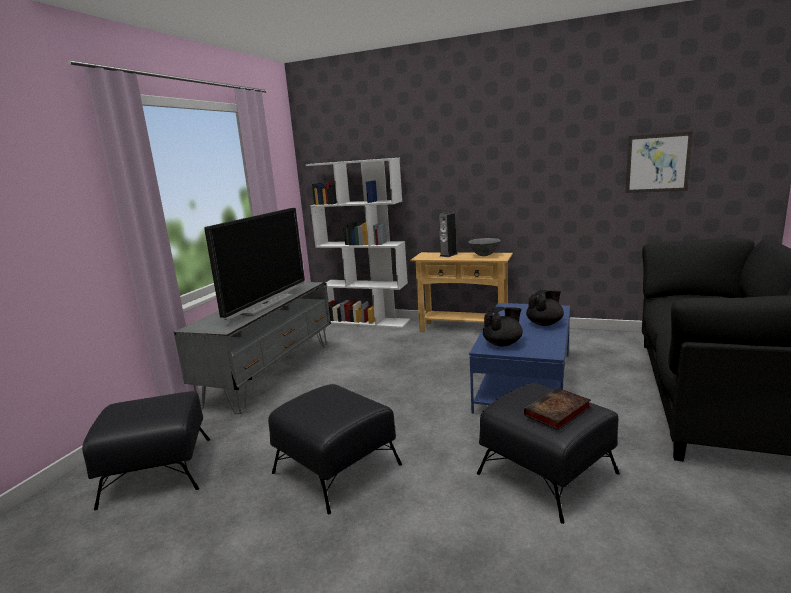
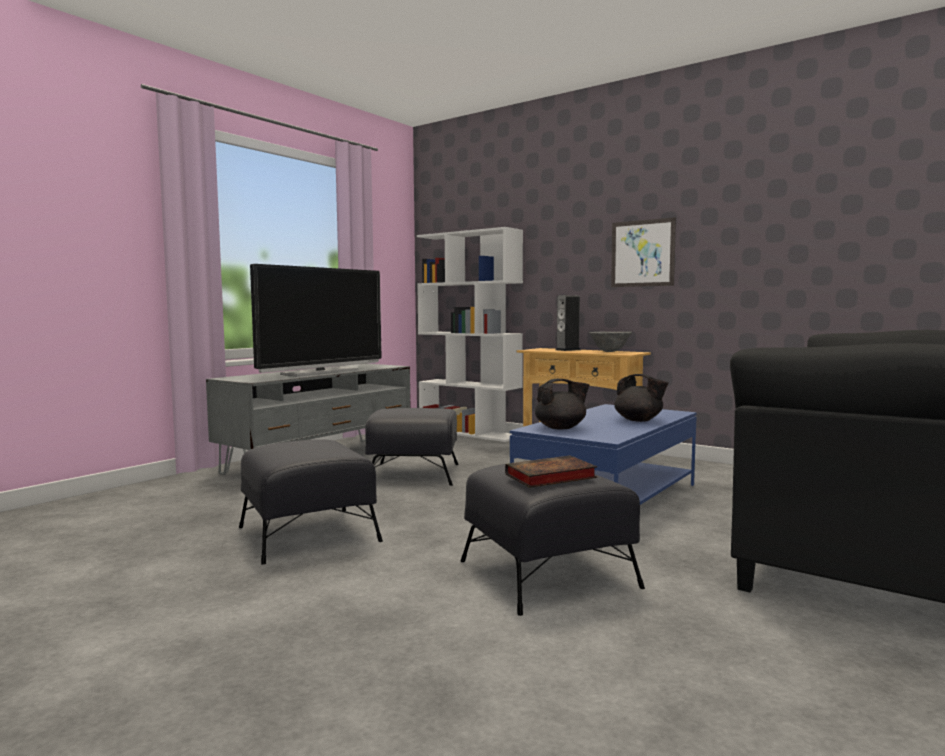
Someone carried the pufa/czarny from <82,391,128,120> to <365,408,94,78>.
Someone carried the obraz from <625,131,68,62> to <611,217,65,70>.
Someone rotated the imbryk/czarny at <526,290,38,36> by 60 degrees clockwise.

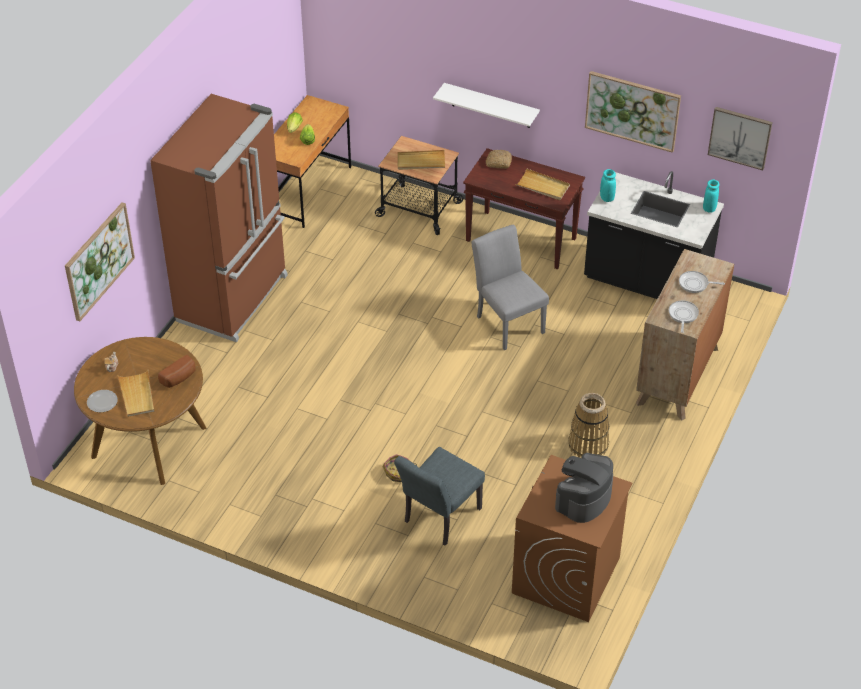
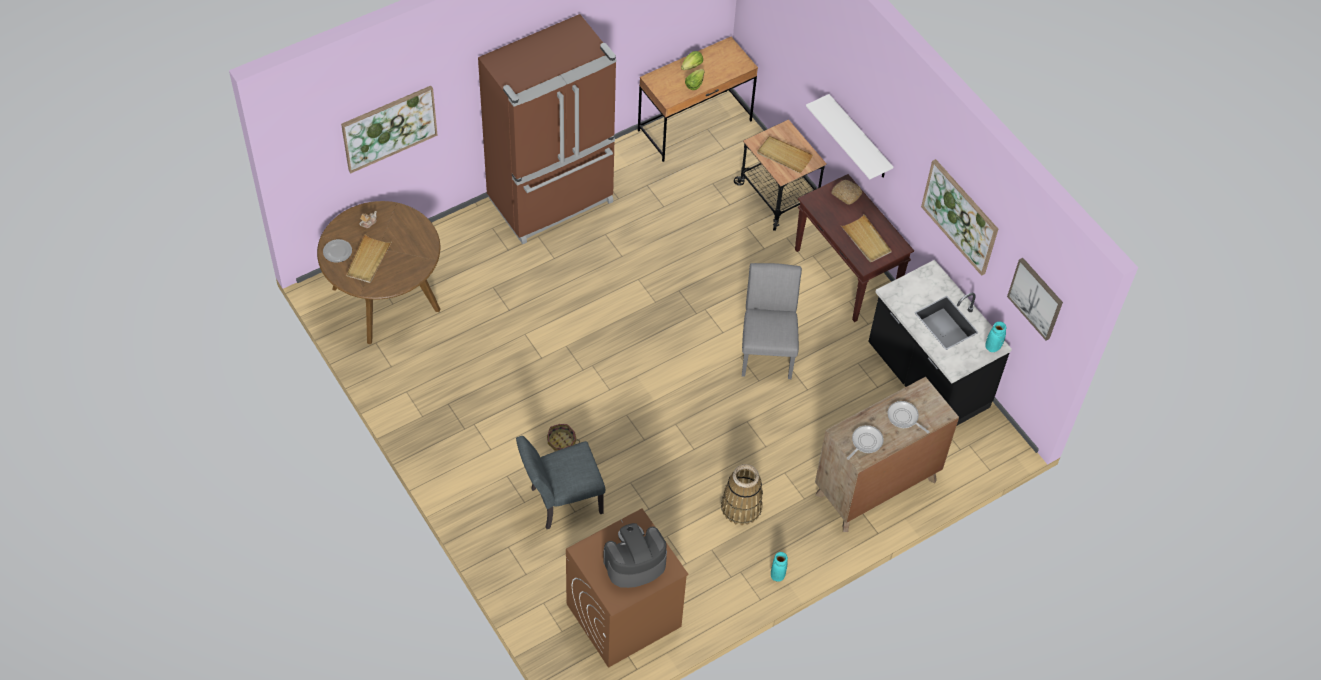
Someone carried the wazon/turkusowy from <600,169,16,33> to <771,552,17,30>.
Someone took away the chleb at <158,355,38,33>.

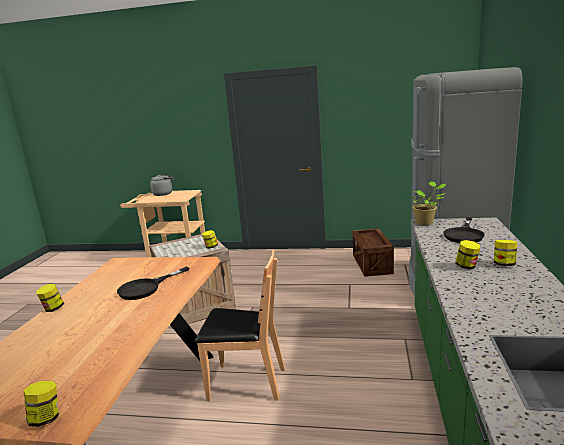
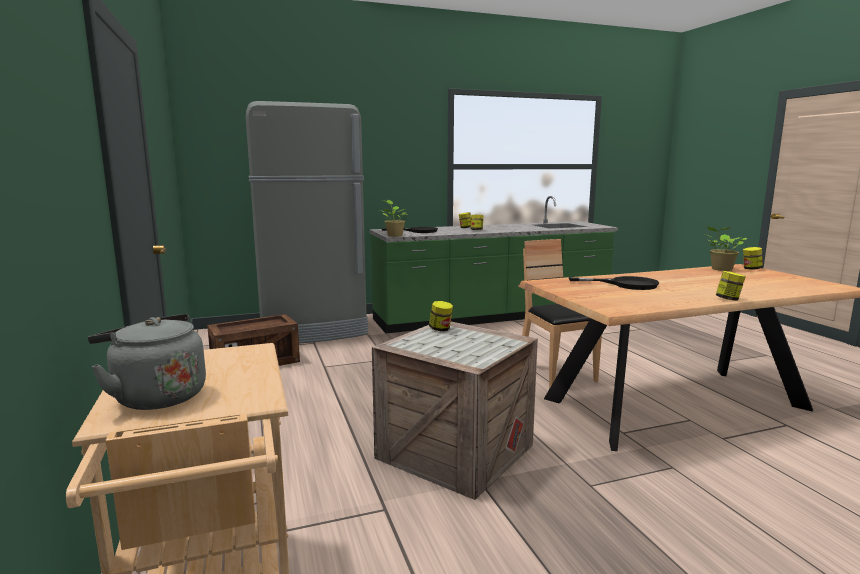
Someone put down the roślina doniczkowa at <704,227,43,44>.

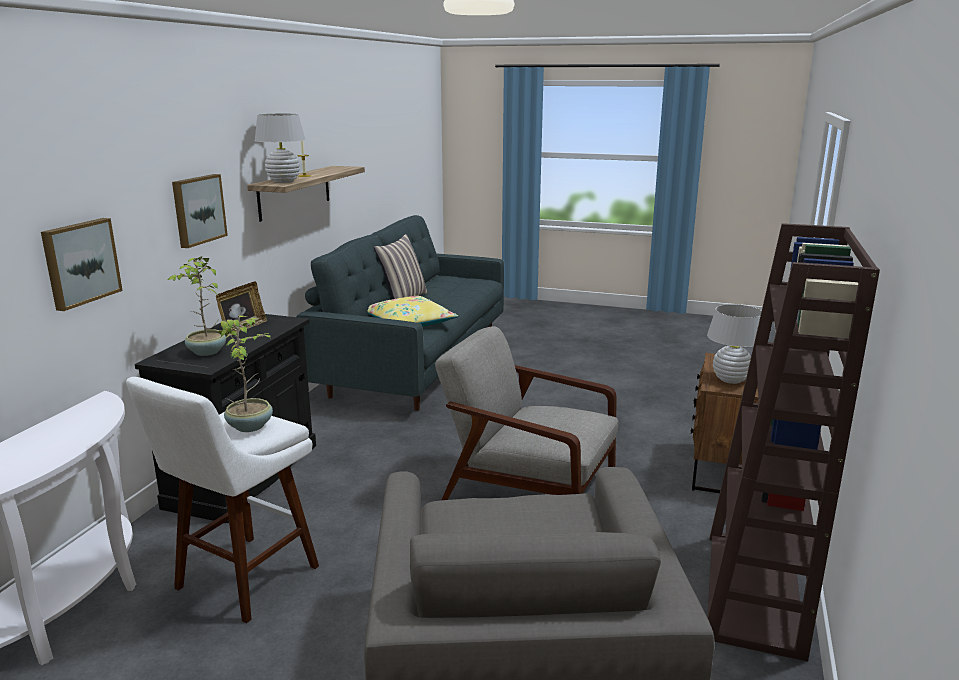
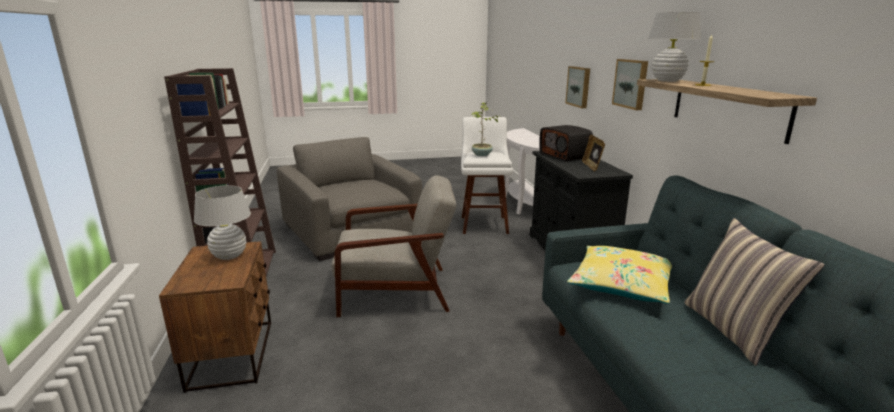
Someone swapped the roślina doniczkowa at <168,256,58,100> for the radio at <539,125,54,37>.

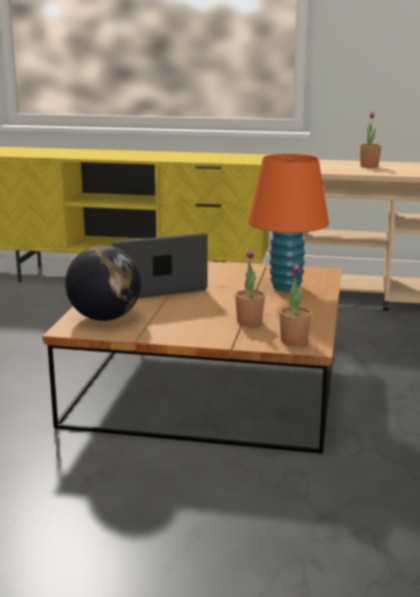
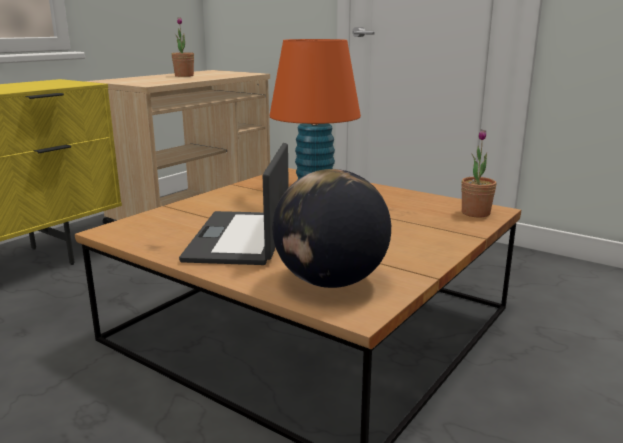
Someone took away the roślina doniczkowa at <235,250,30,77>.

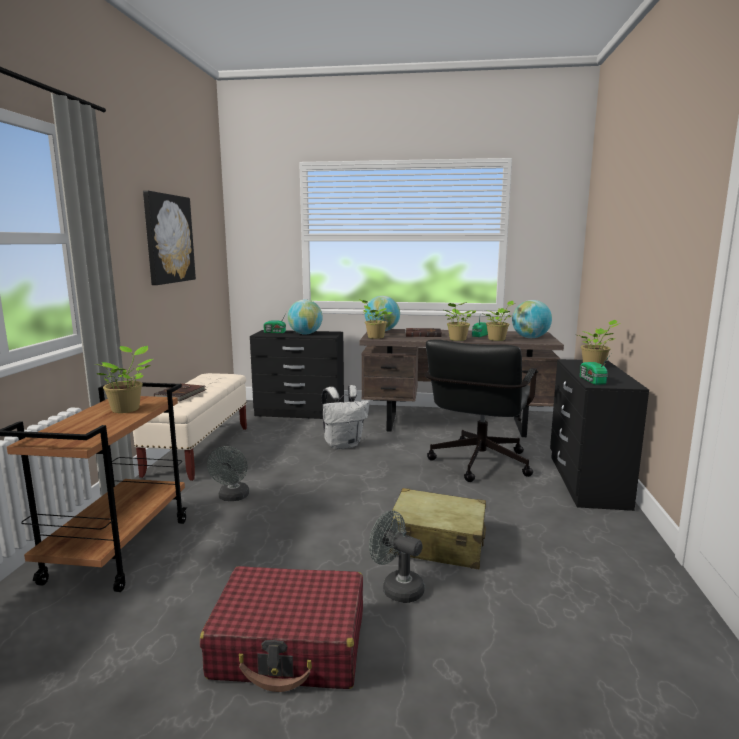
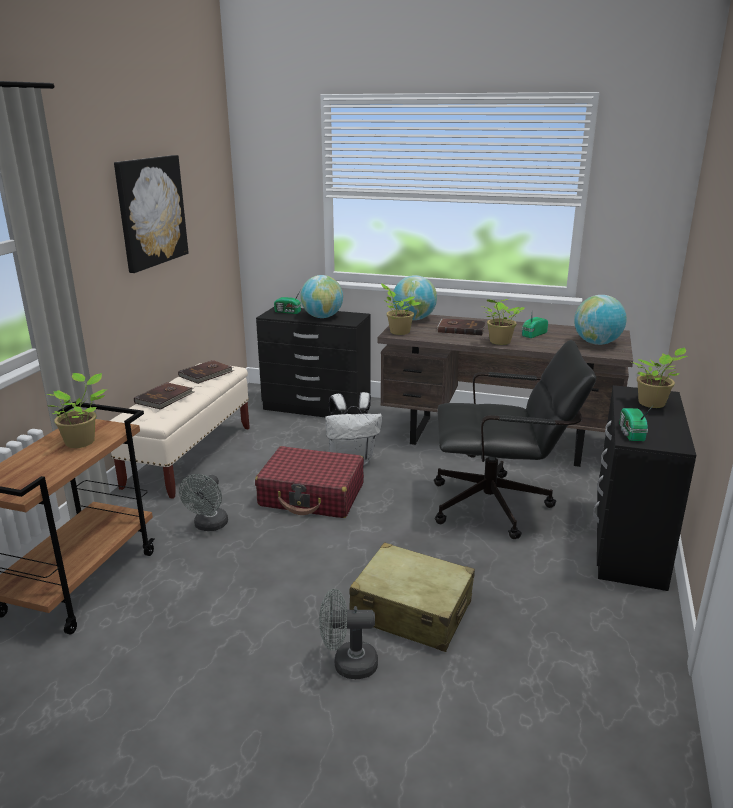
Someone put down the książka/brązowy at <178,360,56,24>.
Someone carried the walizka/czerwony from <200,566,163,126> to <255,446,109,72>.
Someone rotated the wentylator/szary at <369,510,56,93> by 45 degrees counterclockwise.
Someone rotated the krzesło biurowe/czarny at <426,339,111,143> by 120 degrees counterclockwise.
Someone took away the roślina doniczkowa at <485,301,30,40>.

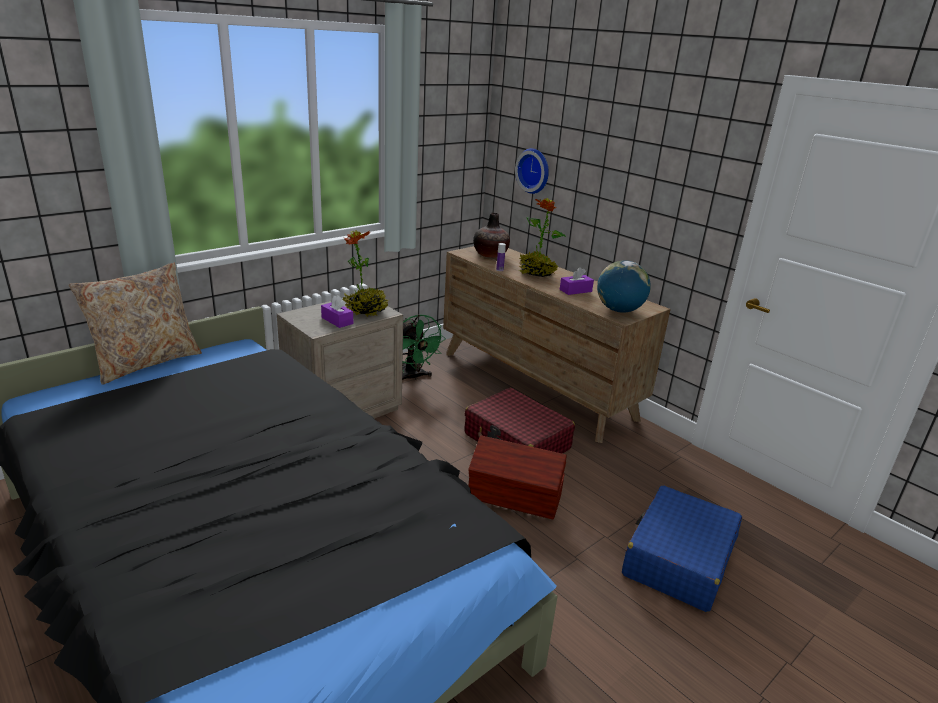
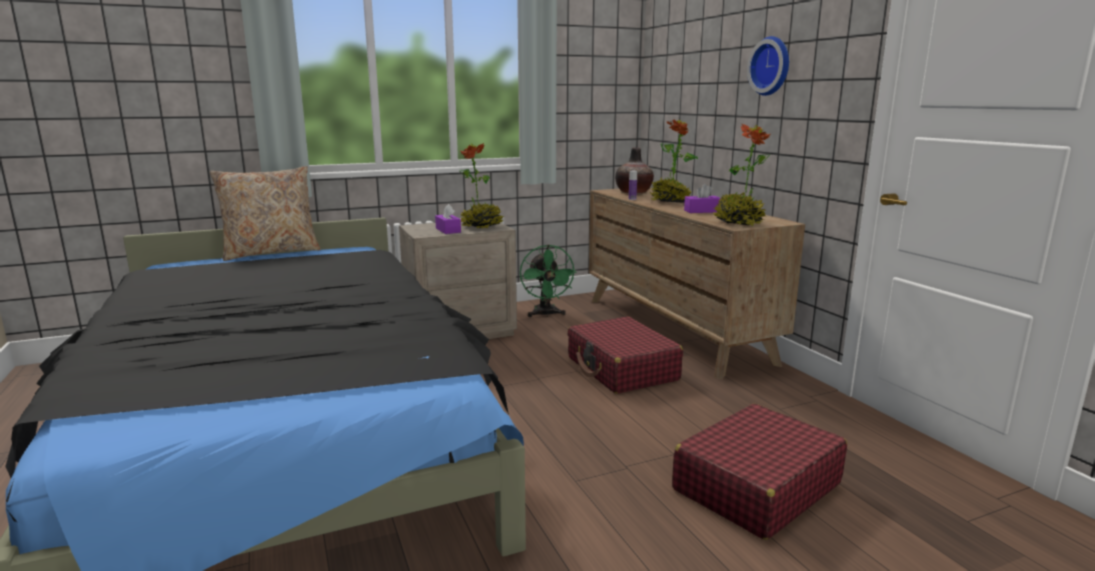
Someone repainted the walizka/niebieski at <622,485,120,127>, which became the walizka/czerwony at <672,404,175,136>.
Someone swapped the globus at <597,260,54,53> for the roślina doniczkowa at <712,124,58,102>.
Someone carried the zegar ścienny from <515,148,34,46> to <747,36,42,60>.
Someone took away the pojemnik do przechowywania/brązowy at <468,435,98,85>.

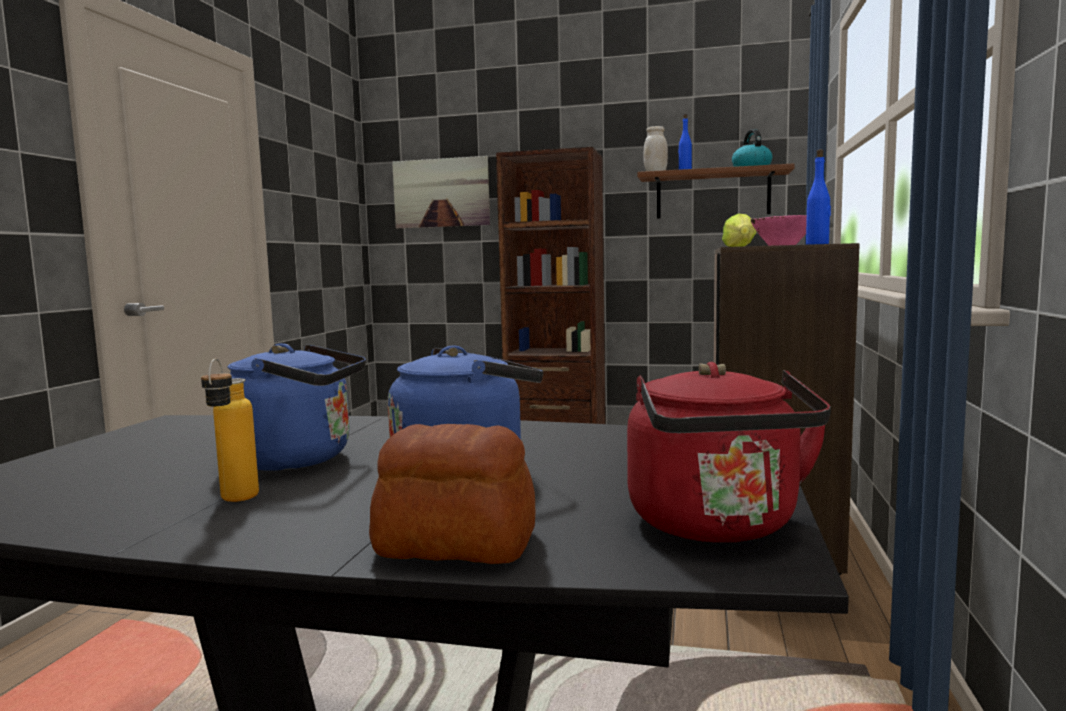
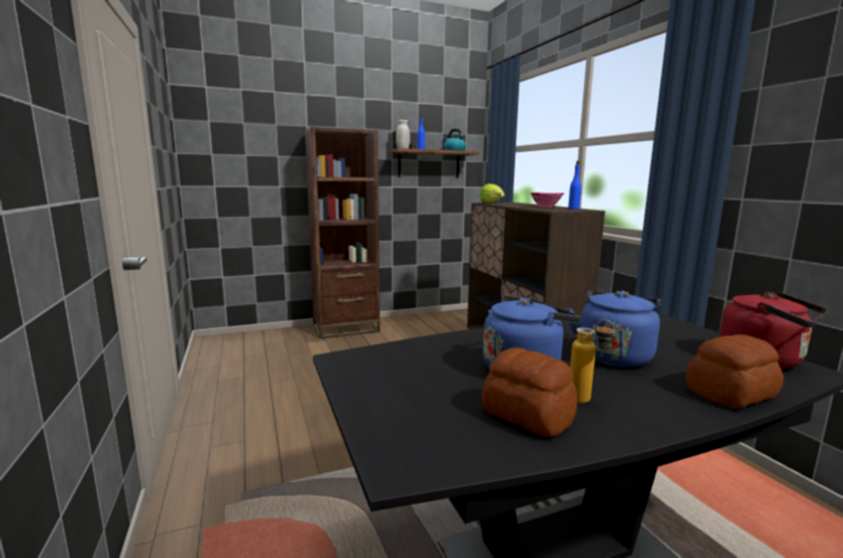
Someone put down the chleb at <482,347,95,90>.
Someone took away the obraz at <392,156,98,72>.

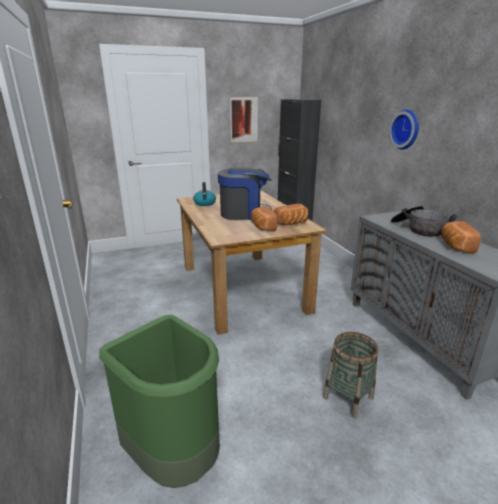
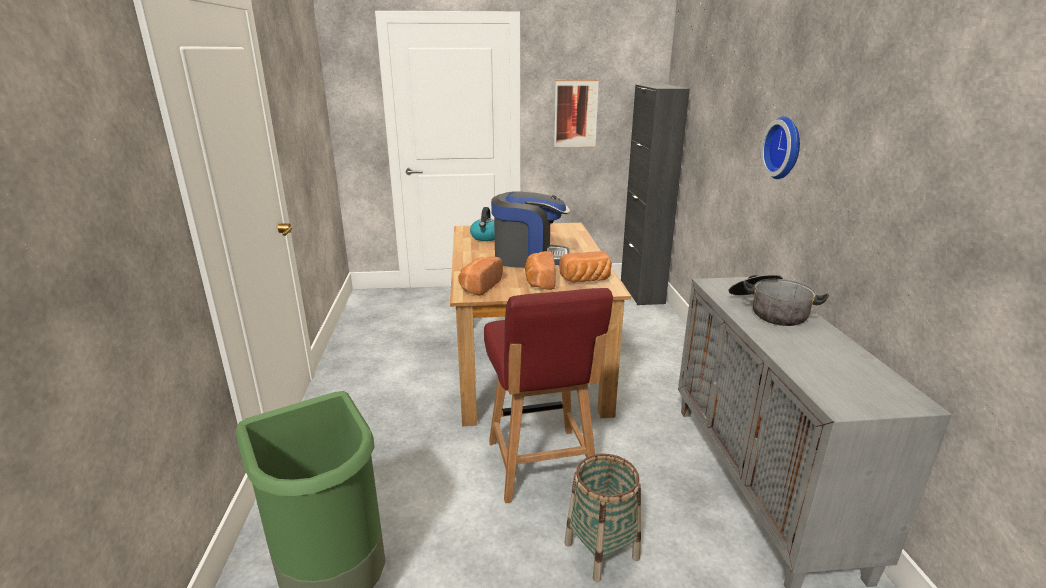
Someone carried the chleb from <441,221,40,33> to <458,256,45,40>.
Someone put down the krzesło/czerwony at <484,288,129,215>.

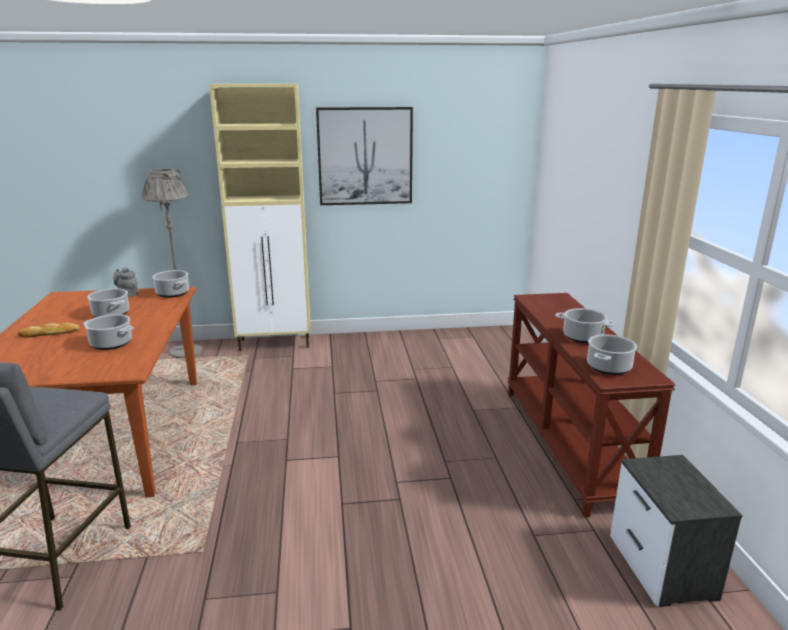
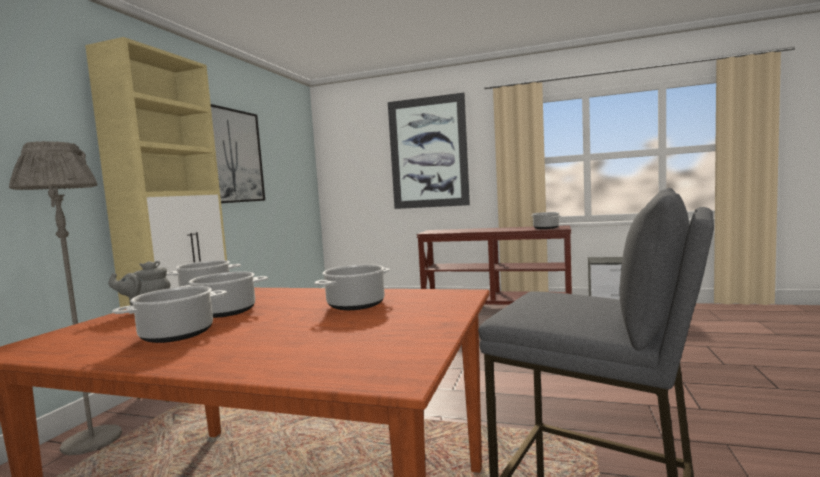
Someone carried the garnek from <555,308,61,35> to <112,286,115,57>.
Someone put up the obraz at <388,93,82,116>.
Someone took away the chleb at <18,323,62,14>.

